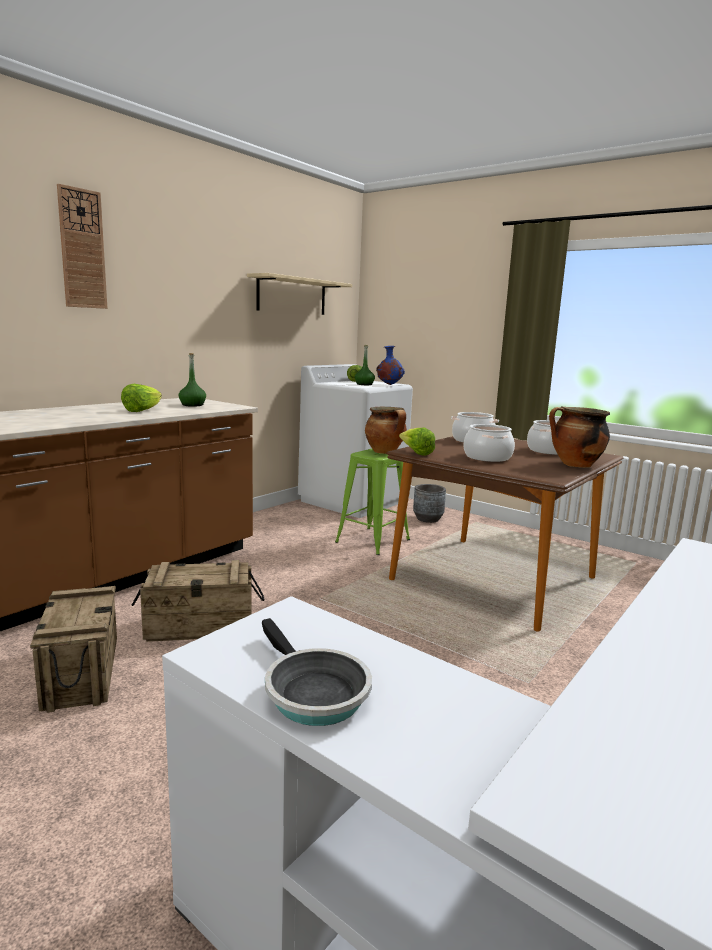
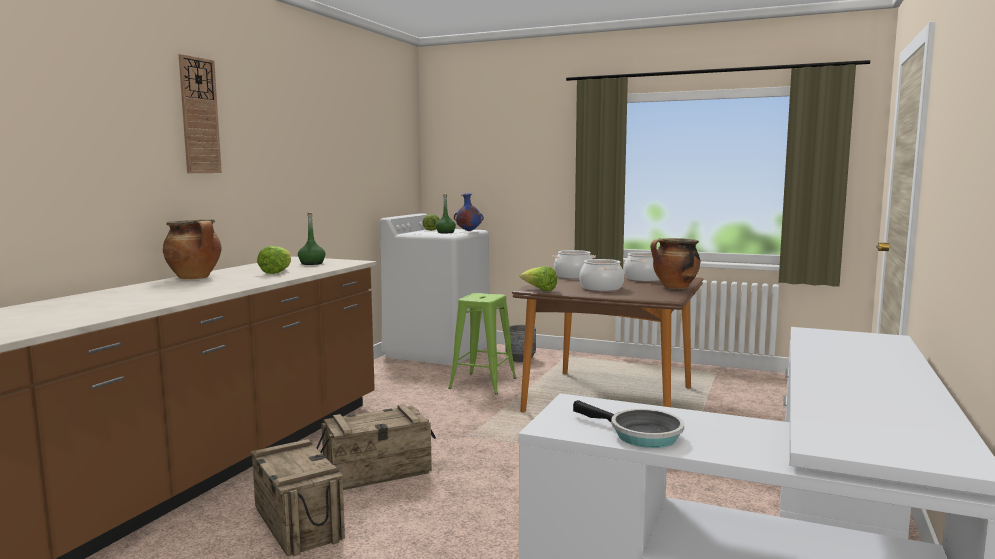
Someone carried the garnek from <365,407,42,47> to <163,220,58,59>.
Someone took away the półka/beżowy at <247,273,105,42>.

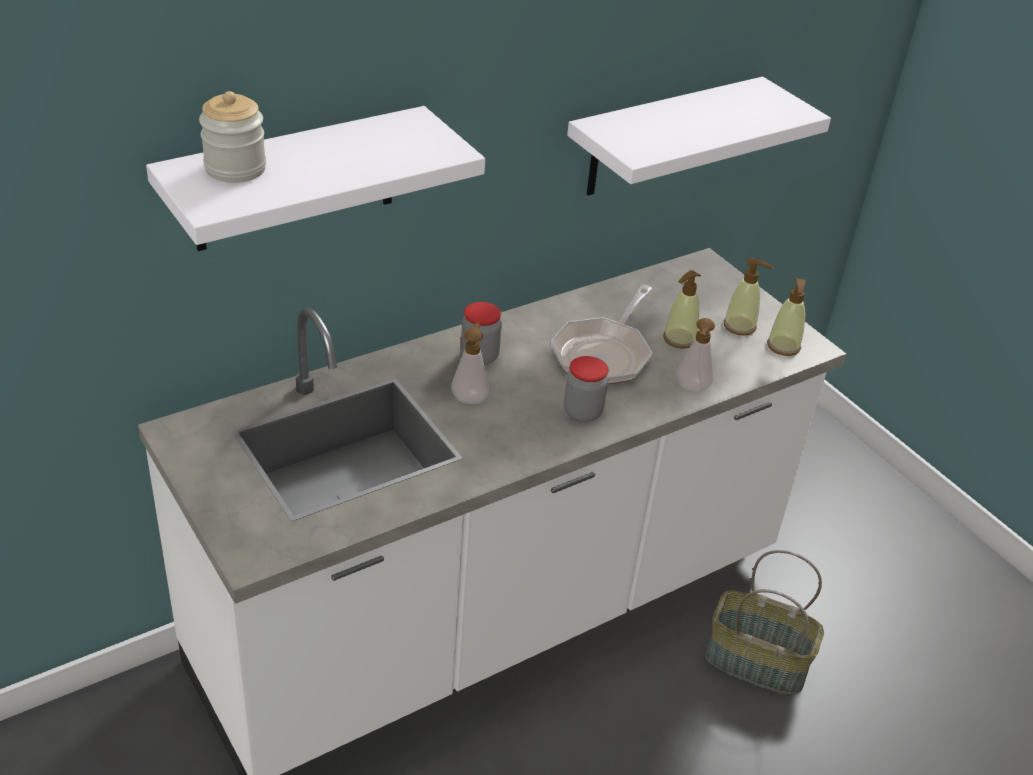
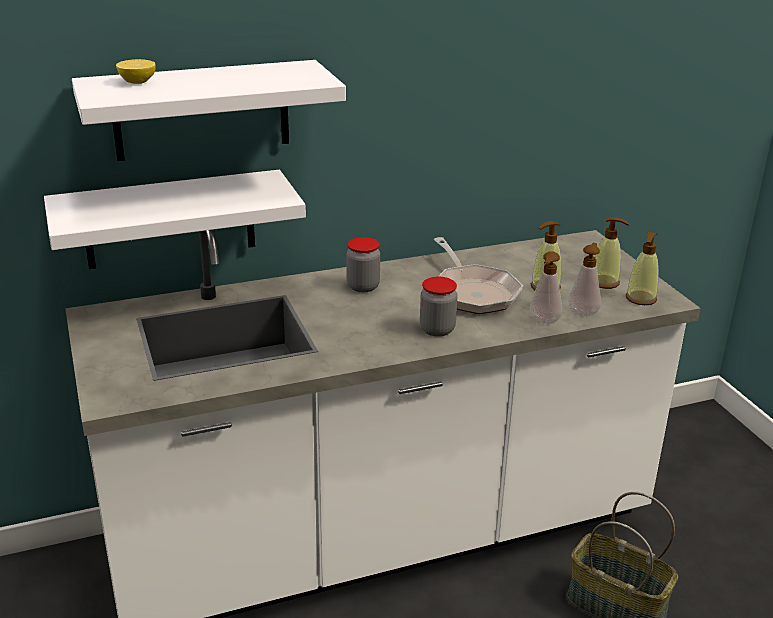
Someone carried the półka/biały from <567,77,264,119> to <44,170,262,99>.
Someone swapped the słoik at <199,91,67,92> for the cytryna at <116,59,40,25>.
Someone rotated the patelnia at <551,285,102,99> by 60 degrees counterclockwise.
Someone carried the dozownik mydła from <451,323,38,81> to <568,243,33,73>.

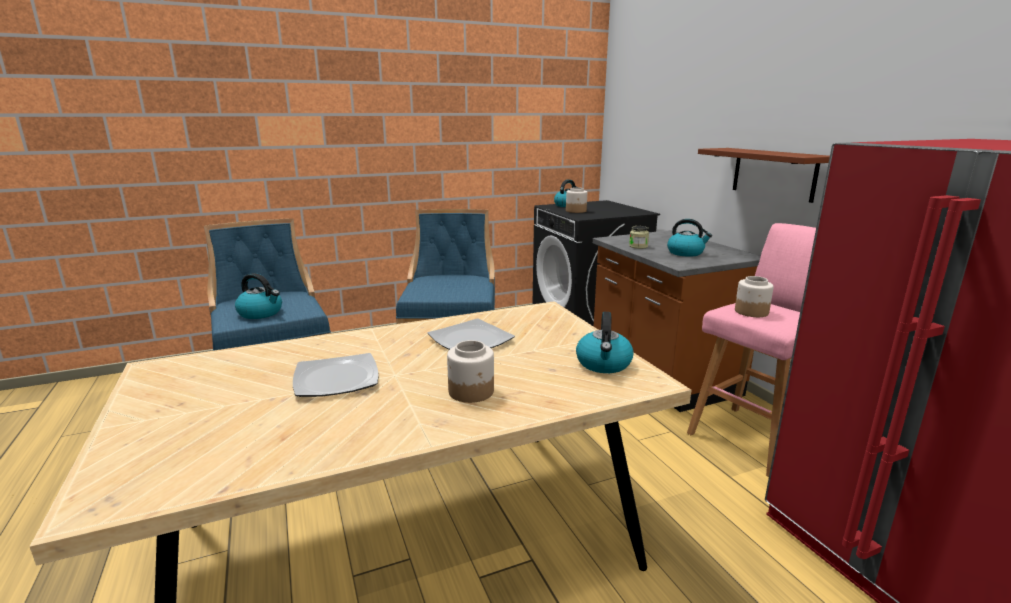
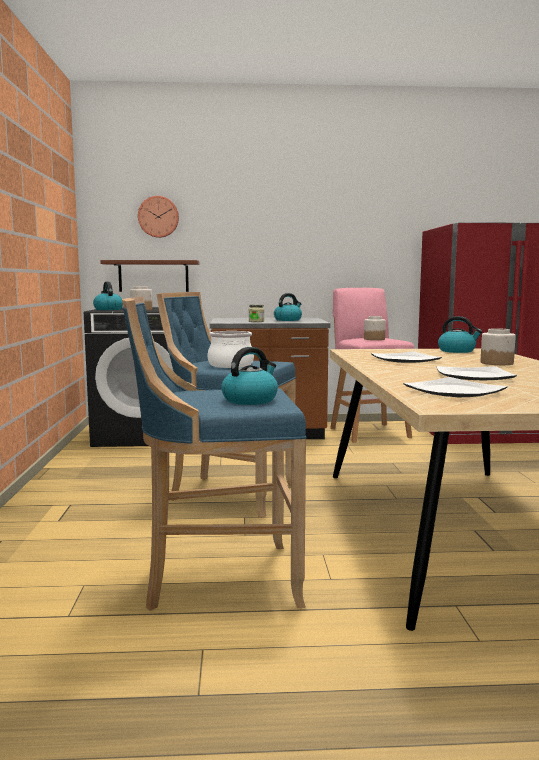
Someone carried the półka/brązowy from <698,148,132,55> to <100,260,99,32>.
Someone put up the zegar ścienny at <138,196,41,42>.
Someone put down the garnek at <208,331,46,37>.
Someone put down the talerz at <404,377,103,20>.

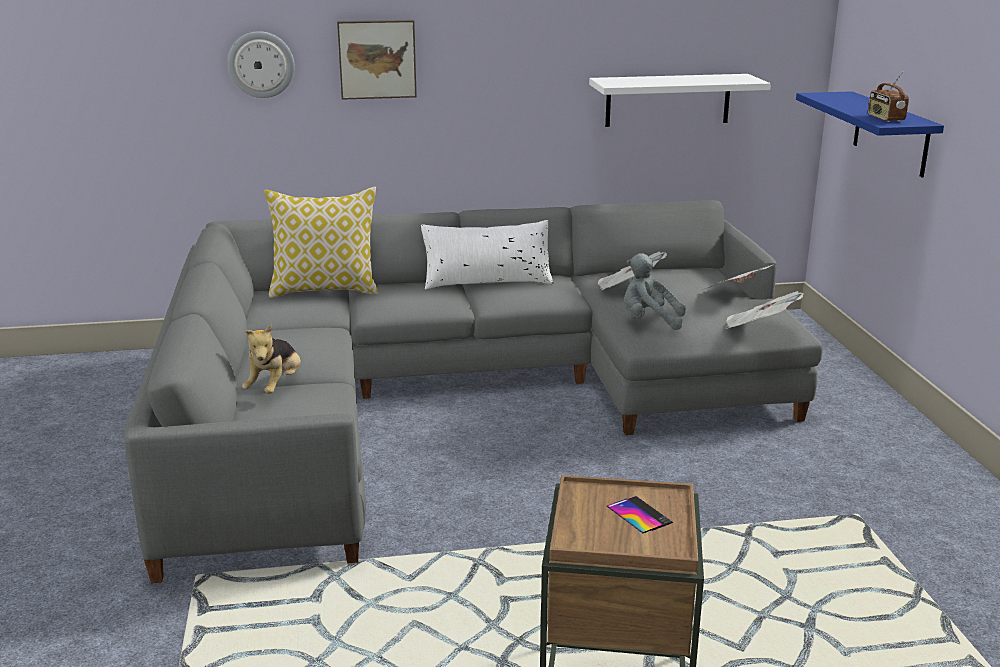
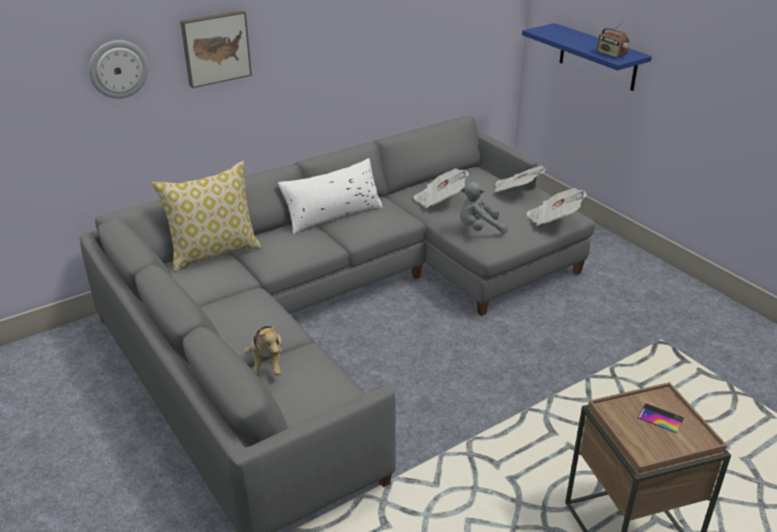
Someone took away the półka/biały at <589,74,182,53>.

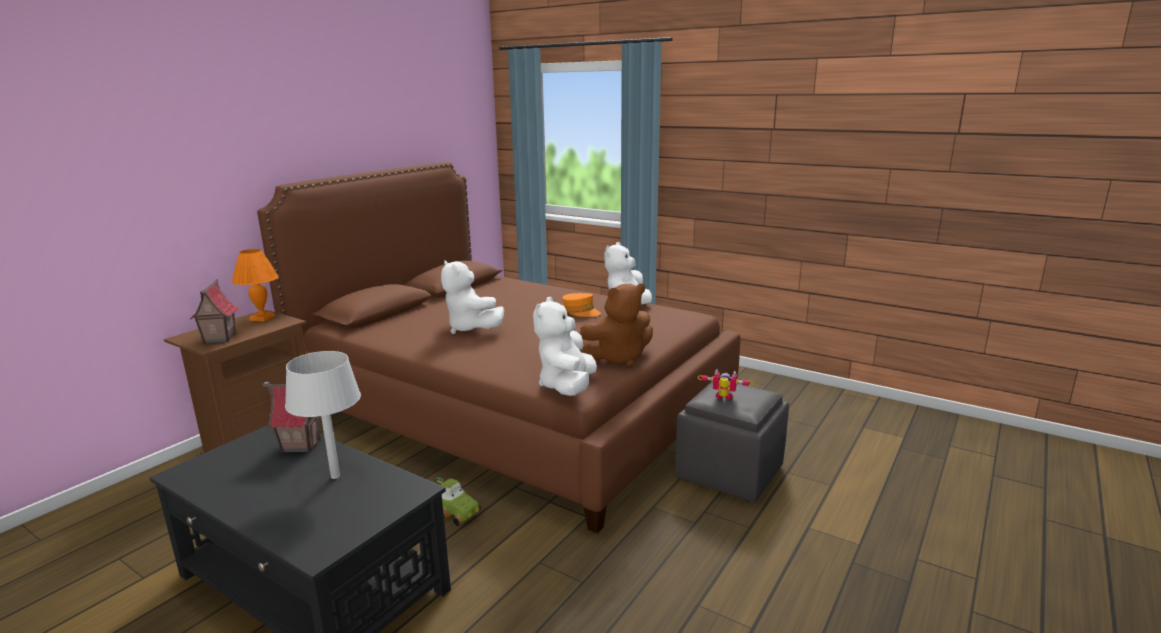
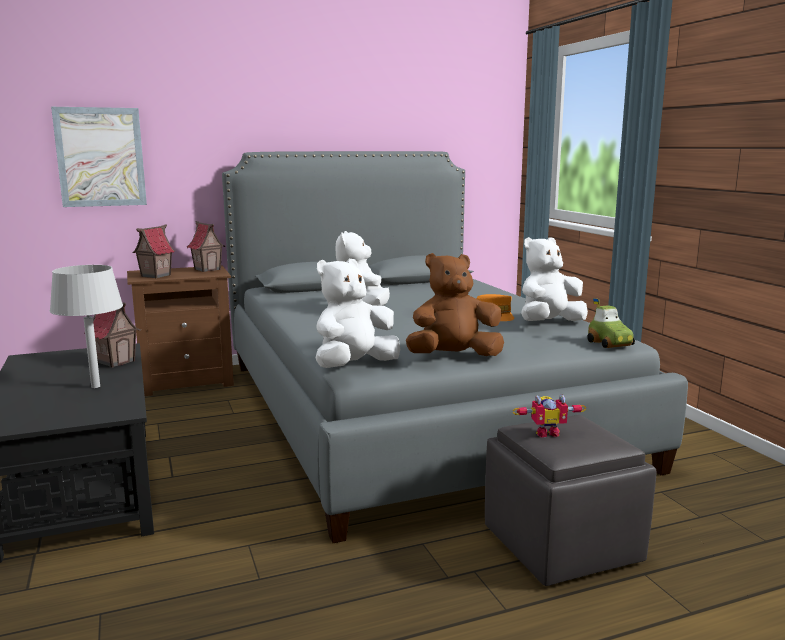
Someone put up the obraz at <51,107,96,100>.
Someone swapped the lampa stołowa/pomarańczowy at <232,249,47,73> for the domek at <187,221,39,51>.
Someone repainted the łóżko/brązowy at <257,162,483,371>, which became the łóżko/szary at <222,151,466,392>.
Someone rotated the pluszak/brązowy at <580,284,73,83> by 150 degrees clockwise.
Someone rotated the robot zabawkowy at <698,369,55,31> by 120 degrees clockwise.
Someone carried the samochodzik from <436,477,45,49> to <587,298,48,50>.

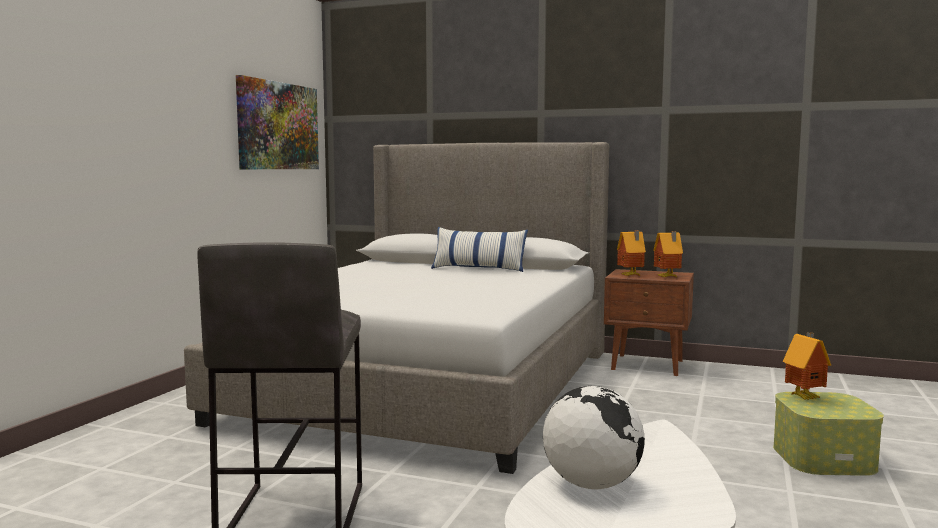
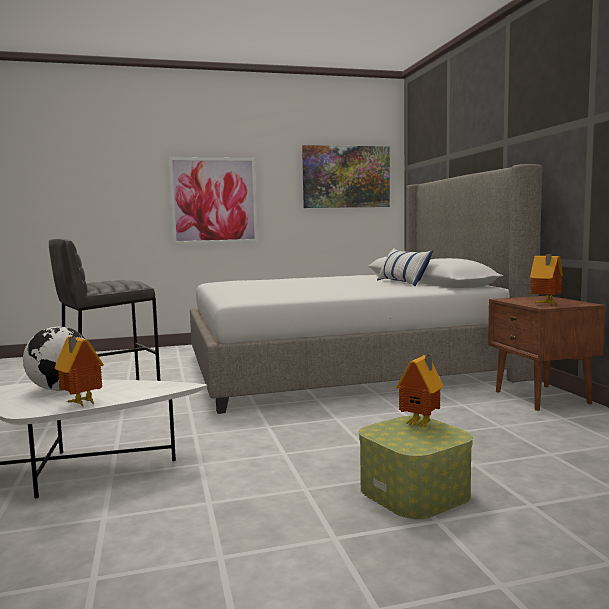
Someone carried the domek from <617,230,29,46> to <54,336,50,72>.
Someone put up the obraz at <169,157,89,88>.

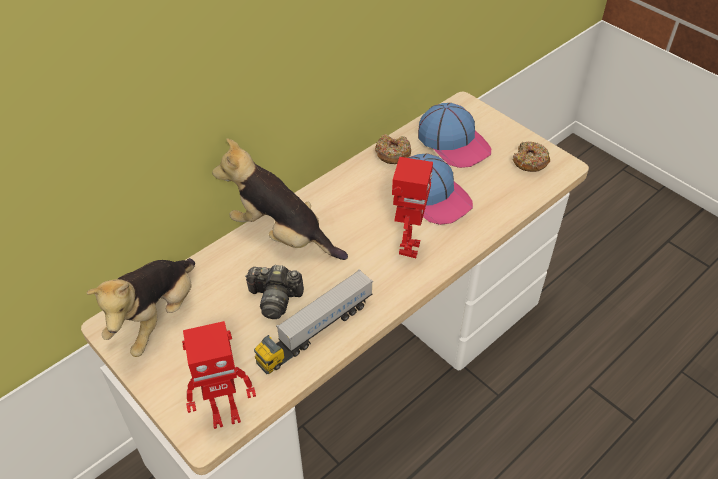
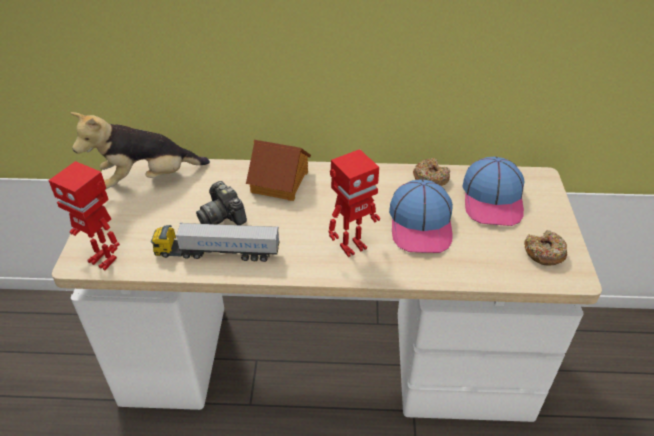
Someone swapped the pluszak at <212,138,136,122> for the domek at <246,140,65,61>.

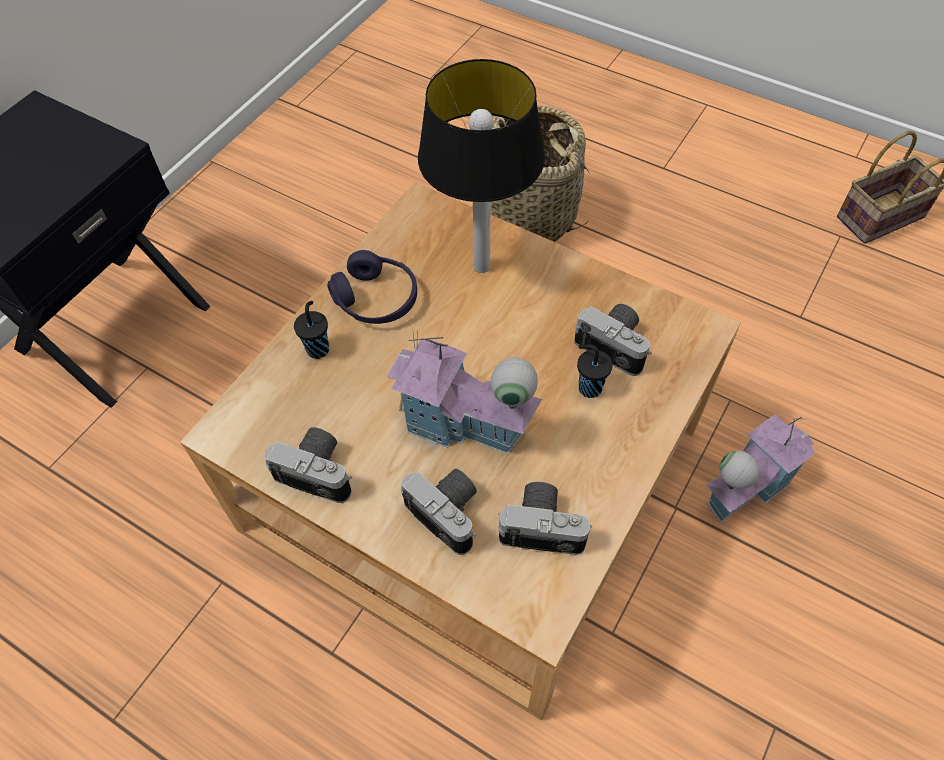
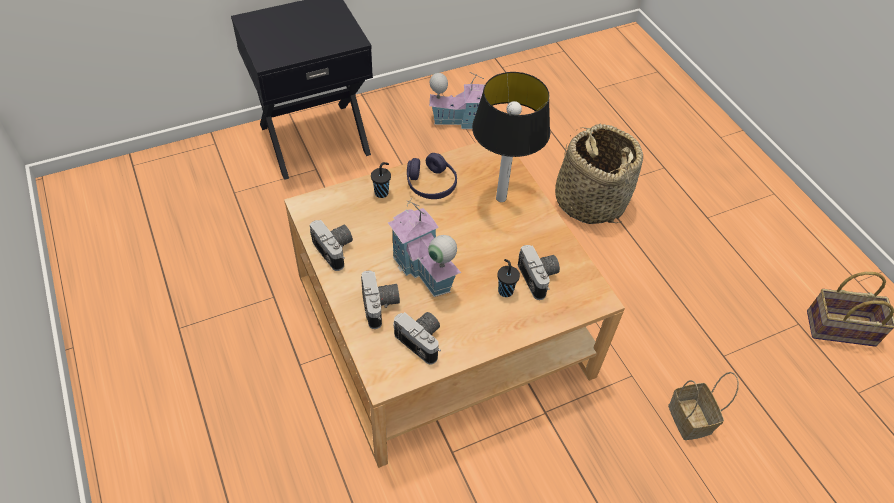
Someone carried the domek from <706,414,109,109> to <429,72,56,57>.
Someone put down the koszyk at <668,372,71,68>.

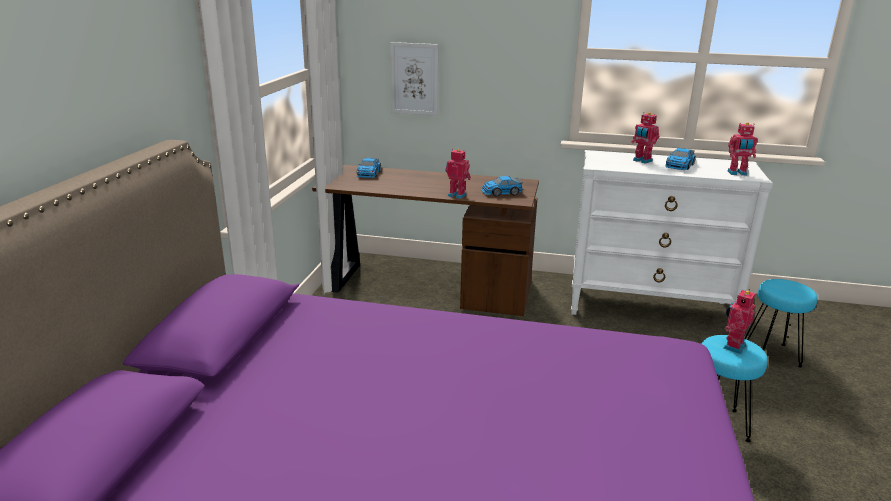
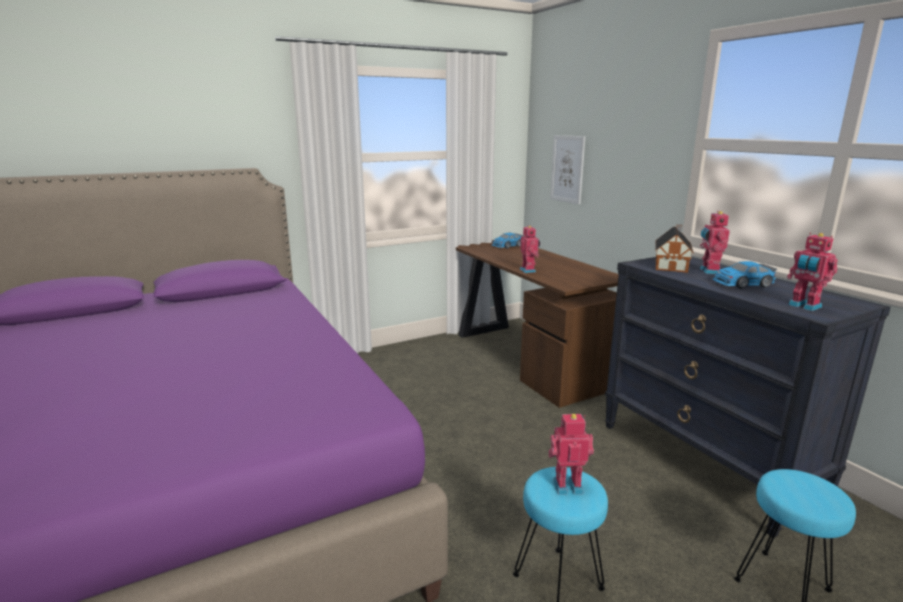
Someone repainted the komoda/biały at <571,150,202,182>, which became the komoda/czarny at <605,257,286,281>.
Someone put down the domek at <655,224,39,49>.
Someone took away the samochodzik at <481,176,42,20>.

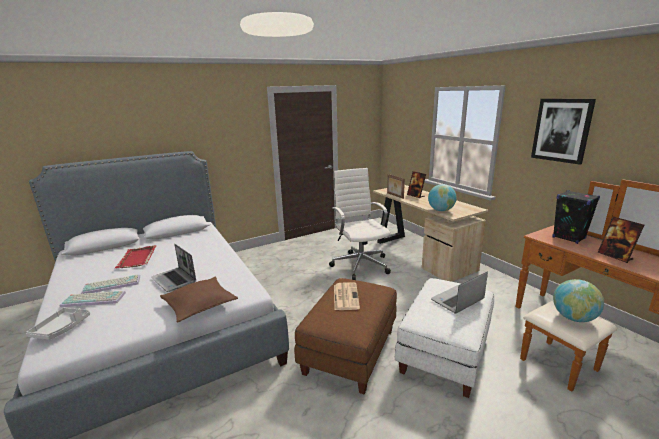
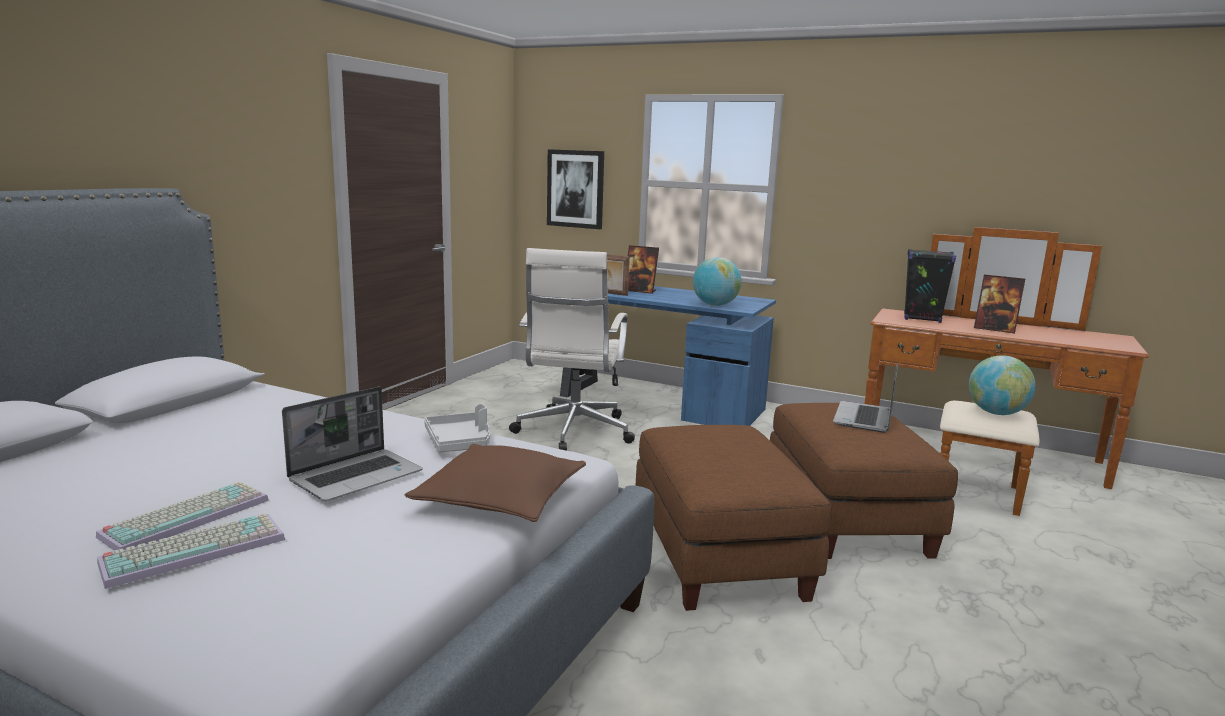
Someone rotated the laptop at <151,244,45,48> by 60 degrees counterclockwise.
Someone carried the taca/szary from <26,308,64,32> to <424,404,66,48>.
Someone rotated the krzesło biurowe/biały at <329,168,62,112> by 120 degrees counterclockwise.
Someone carried the obraz from <531,99,65,66> to <547,149,57,80>.
Someone repainted the biurko/beżowy at <373,185,115,97>, which became the biurko/niebieski at <560,286,216,140>.
Someone repainted the pufa/biały at <395,278,99,120>, which became the pufa/brązowy at <770,403,188,156>.
Someone took away the taca/czerwony at <115,245,42,23>.
Someone took away the gazeta at <334,282,26,28>.

